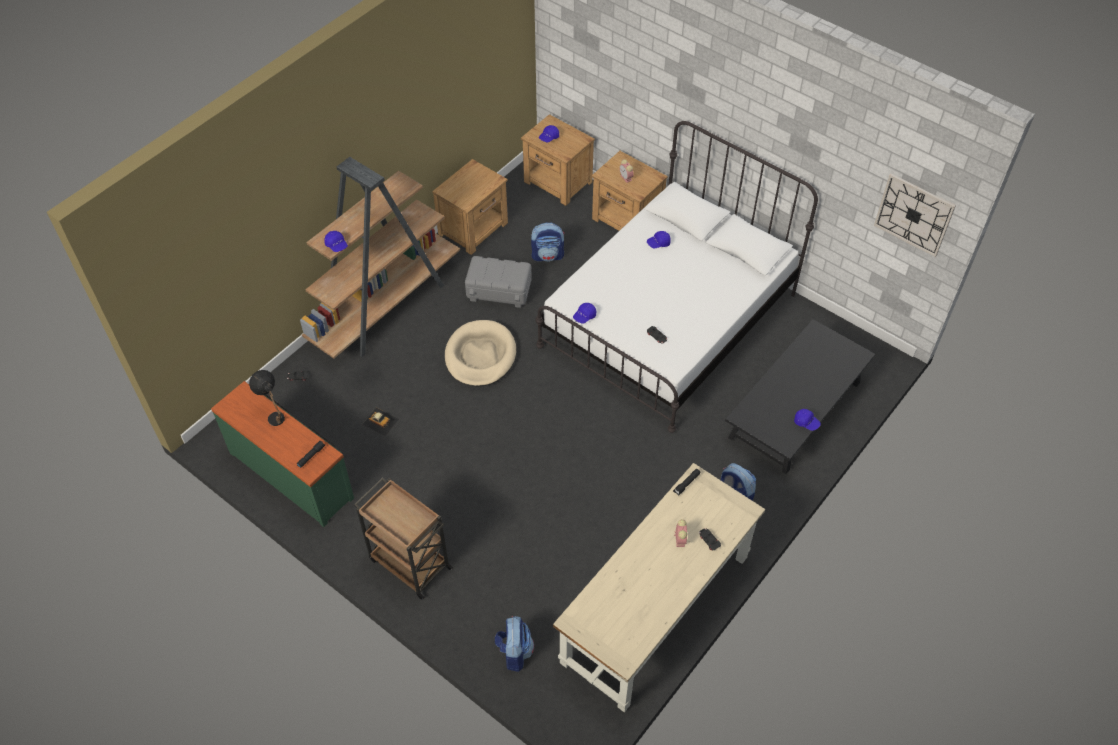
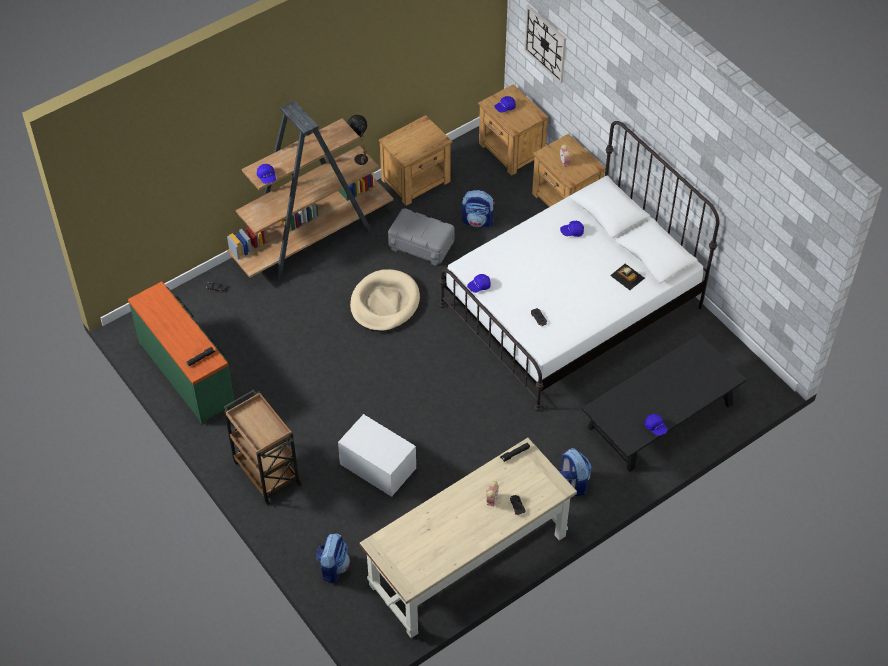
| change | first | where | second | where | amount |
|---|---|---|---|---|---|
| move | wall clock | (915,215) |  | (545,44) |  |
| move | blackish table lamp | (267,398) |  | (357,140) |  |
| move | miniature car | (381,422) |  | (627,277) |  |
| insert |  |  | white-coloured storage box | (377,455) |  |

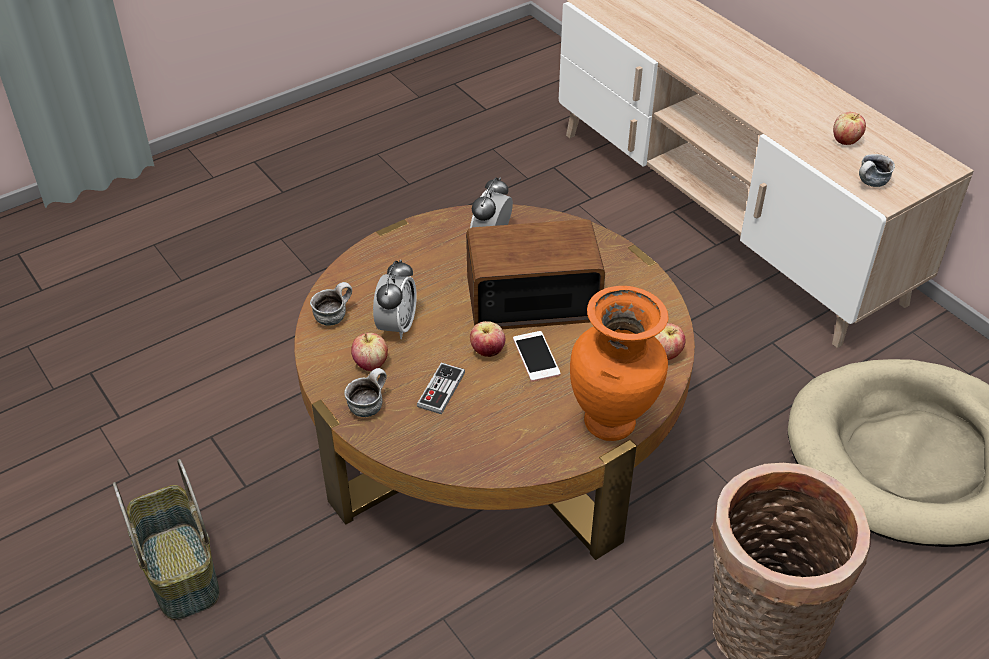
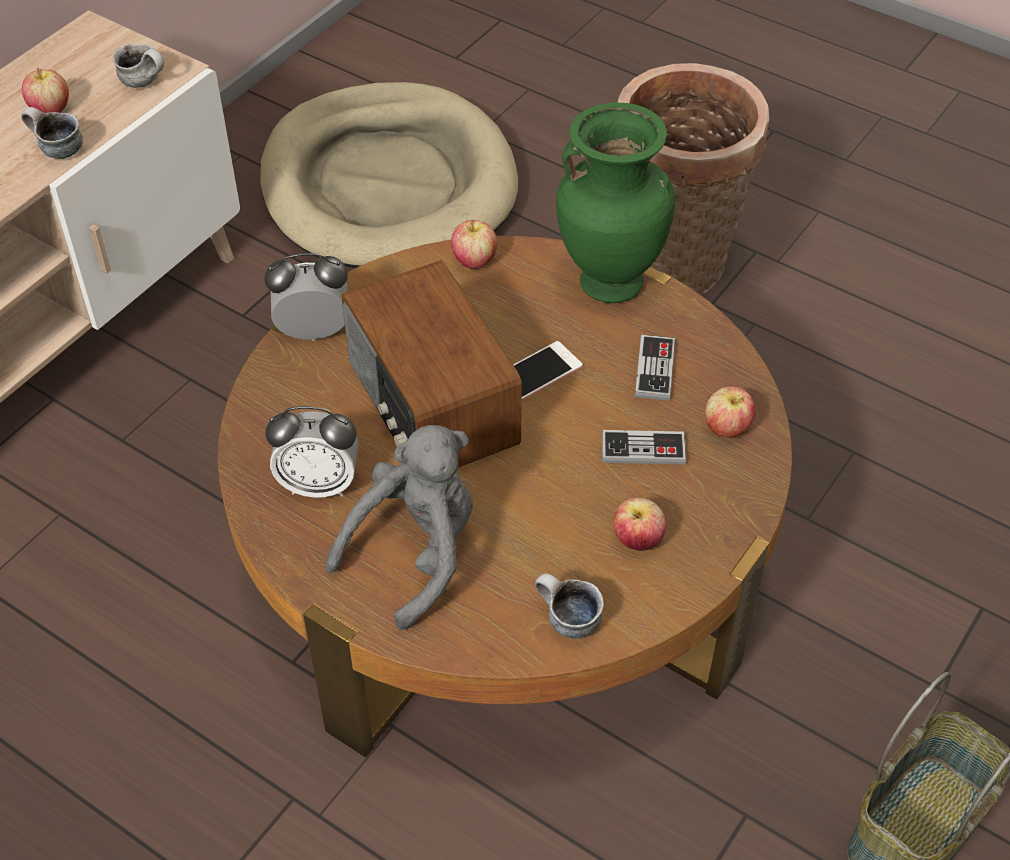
| change | first | where | second | where | amount |
|---|---|---|---|---|---|
| move | alarm clock | (395,299) |  | (306,297) |  |
| recolor | orangey flower vase | (619,363) | green-coloured flower vase | (615,203) |  |
| move | apple | (487,339) |  | (730,412) |  |
| move | coffee mug | (365,392) |  | (52,133) |  |
| insert |  |  | gamepad | (655,368) |  |
| insert |  |  | gray cuddly toy | (399,527) |  |

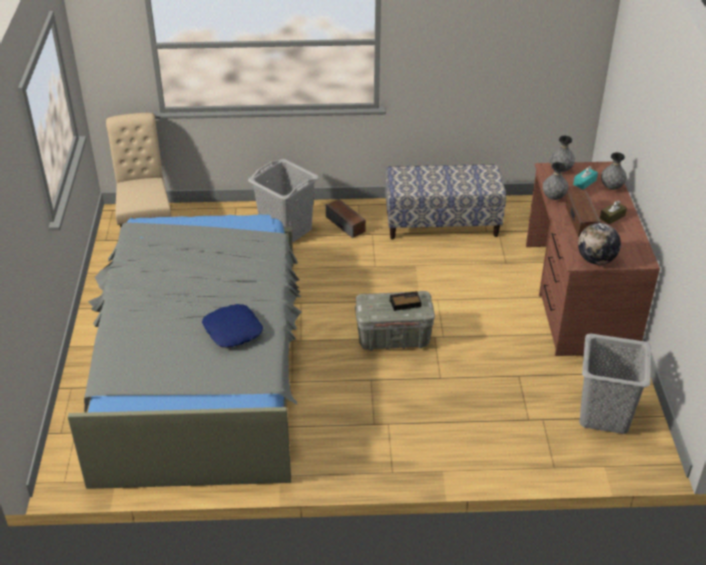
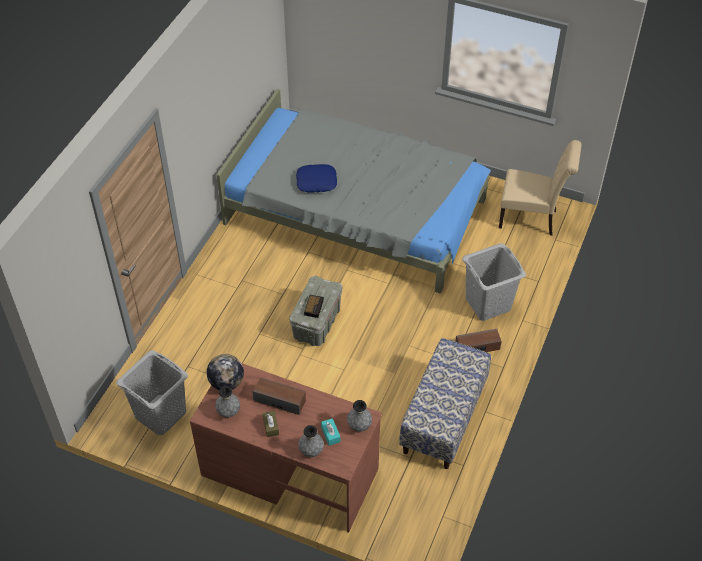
| change | first | where | second | where | amount |
|---|---|---|---|---|---|
| move | gray flower vase | (555,181) |  | (227,401) |  |

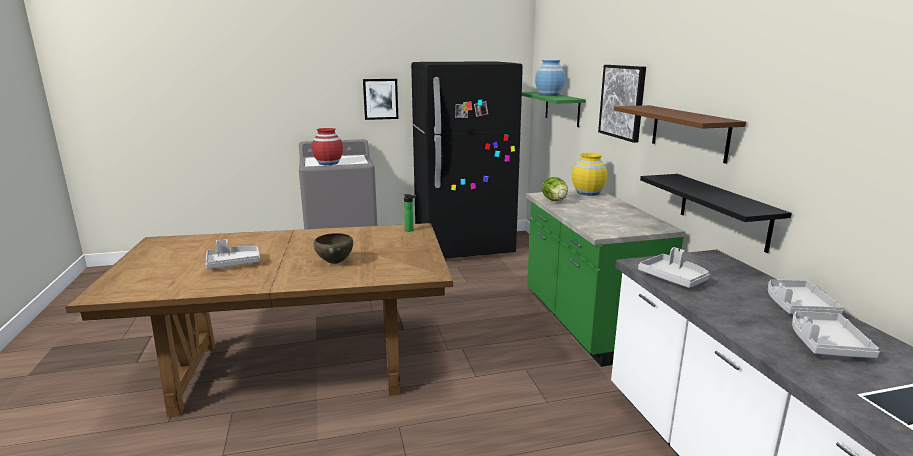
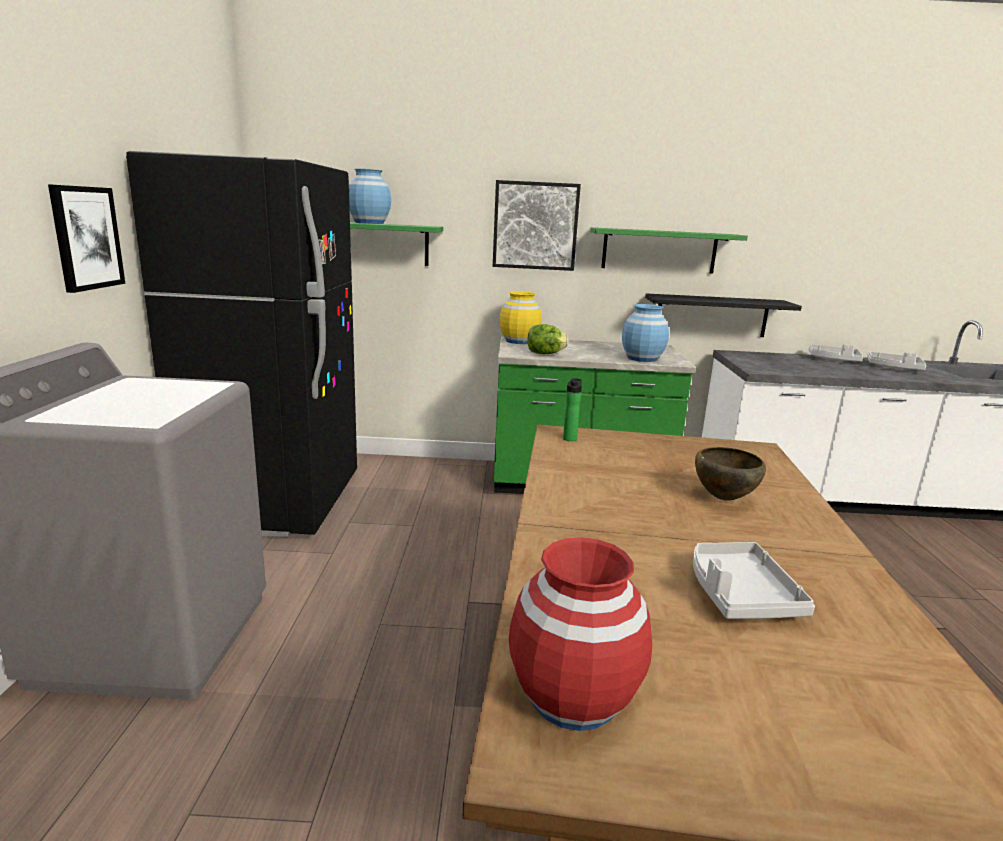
| change | first | where | second | where | amount |
|---|---|---|---|---|---|
| recolor | brown-coloured shelf | (680,134) | green-coloured shelf | (669,250) |  |
| move | red-coloured flower vase | (327,146) |  | (580,634) |  |
| delete | gray tray | (674,267) |  |  |  |
| insert |  |  | bluish flower vase | (645,333) |  |

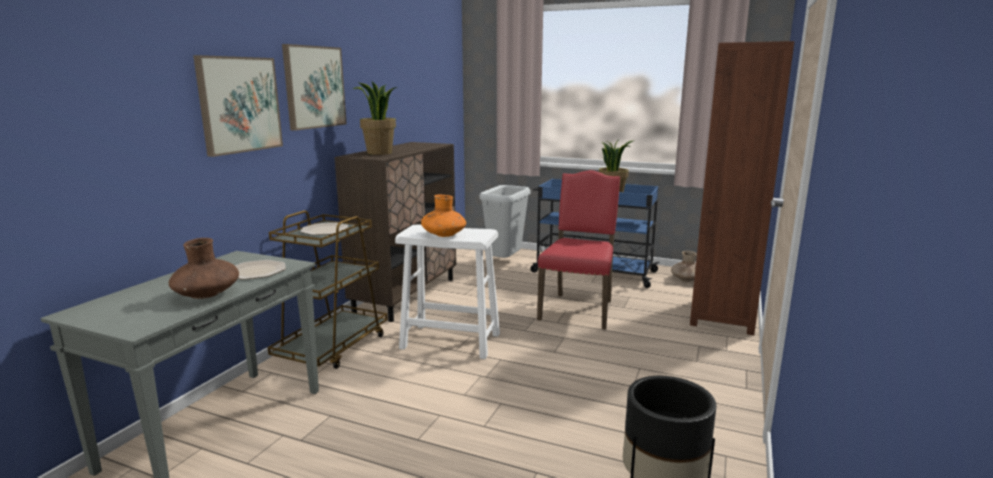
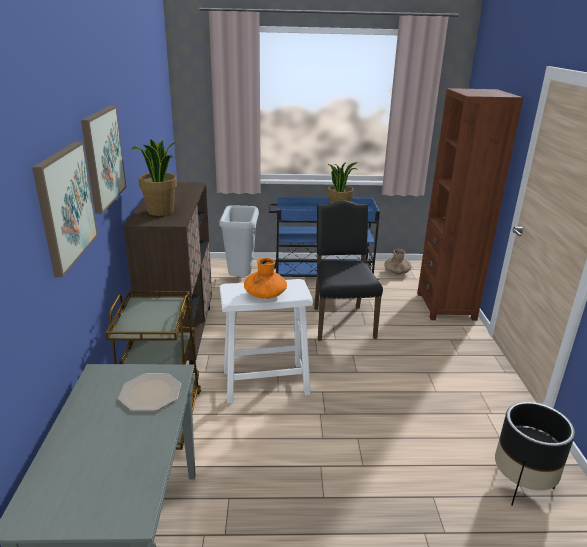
| change | first | where | second | where | amount |
|---|---|---|---|---|---|
| recolor | red-coloured chair | (578,250) | blackish chair | (348,270) |  |
| delete | dinner plate | (324,229) |  |  |  |
| delete | brown-coloured flower vase | (204,268) |  |  |  |

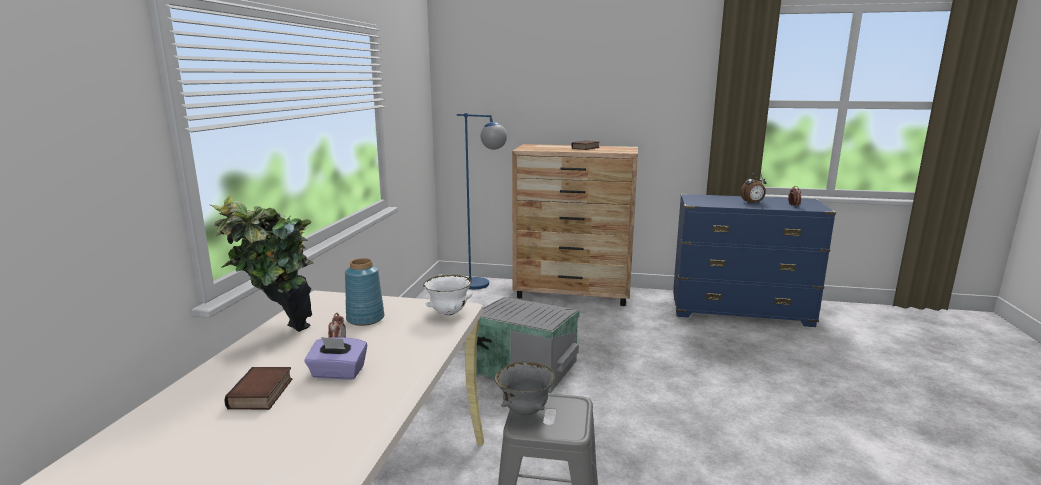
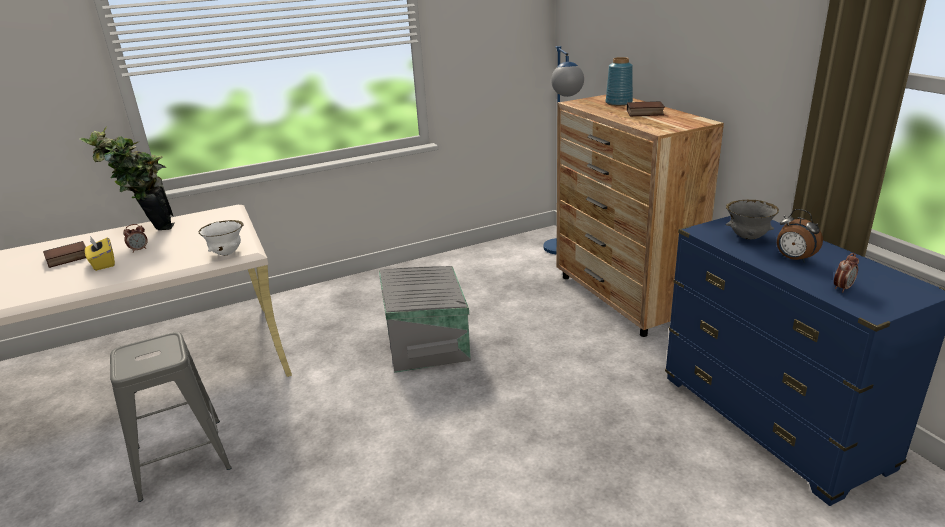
| change | first | where | second | where | amount |
|---|---|---|---|---|---|
| move | bluish flower vase | (365,292) |  | (619,81) |  |
| recolor | purple tissue holder | (335,358) | yellowish tissue holder | (100,253) |  |
| move | gray deep dish | (525,388) |  | (752,219) |  |

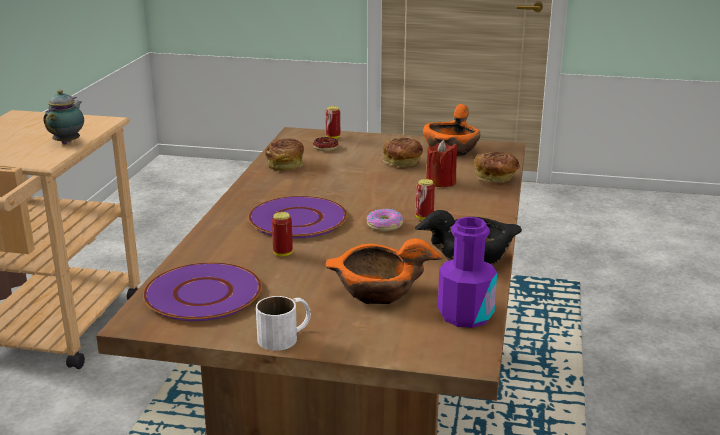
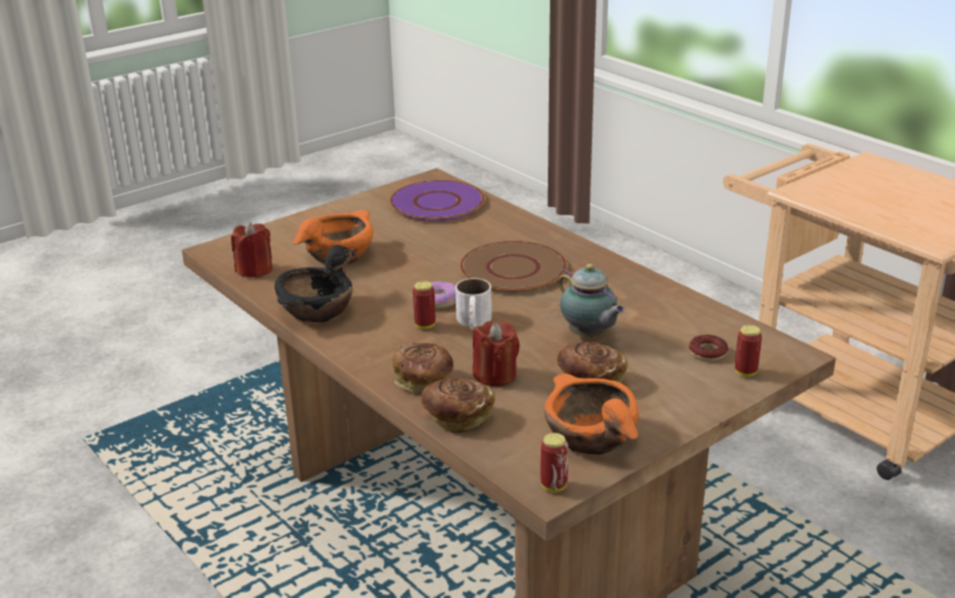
| change | first | where | second | where | amount |
|---|---|---|---|---|---|
| move | tea pot | (63,117) |  | (592,301) |  |
| move | baked bread | (284,154) |  | (422,367) |  |
| recolor | purple dinner plate | (297,217) | brown-coloured dinner plate | (513,266) |  |
| move | can | (282,234) |  | (554,462) |  |
| replace | purple bottle | (467,272) | red-coloured wax candle | (252,250) |  |
| move | white-coloured coffee mug | (283,323) |  | (473,304) |  |

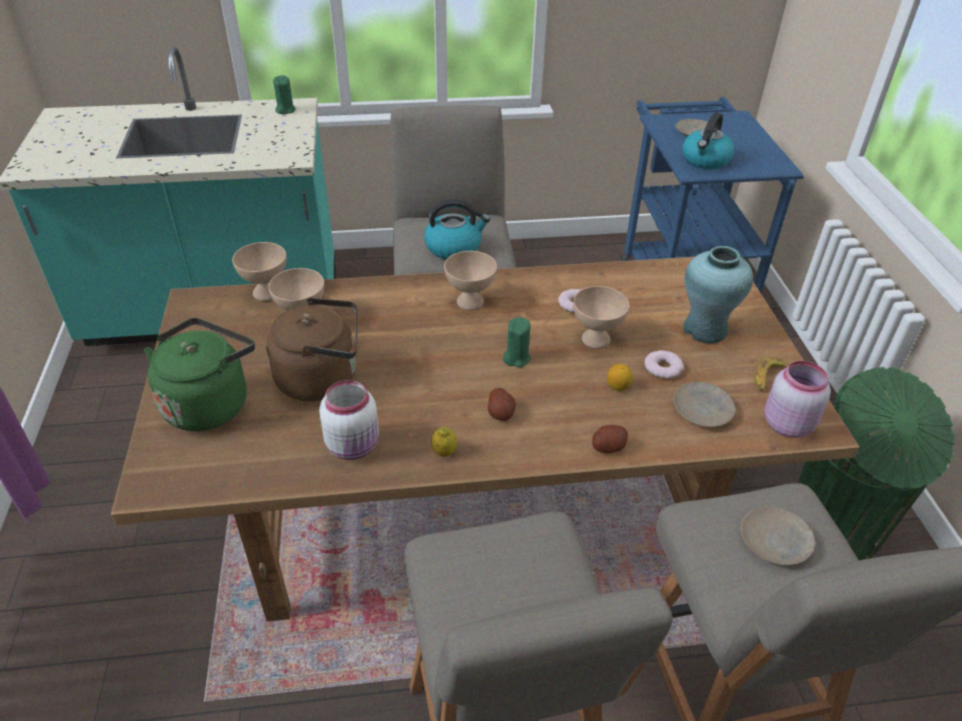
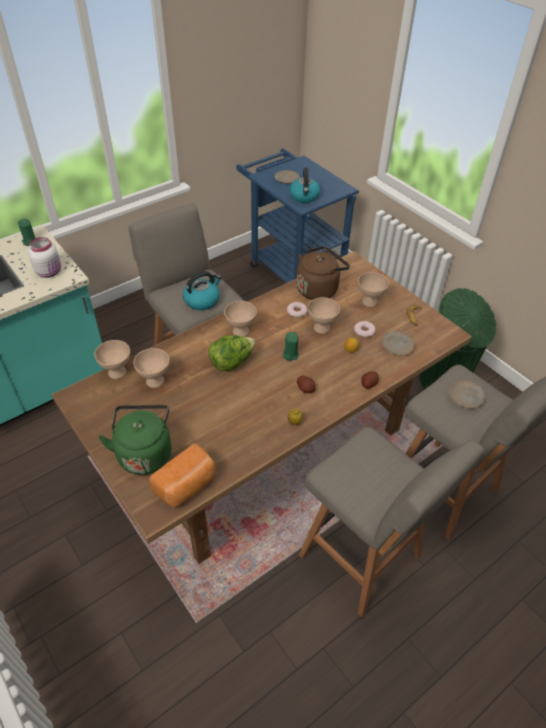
| change | first | where | second | where | amount |
|---|---|---|---|---|---|
| replace | turquoise-coloured flower vase | (718,295) | beige-coloured deep dish | (373,289) |  |
| move | brown-coloured kettle | (312,349) |  | (323,273) |  |
| delete | pink-coloured jar | (797,399) |  |  |  |
| move | white-coloured jar | (349,420) |  | (44,257) |  |
| insert |  |  | lettuce head | (232,353) |  |
| insert |  |  | baked bread | (182,475) |  |

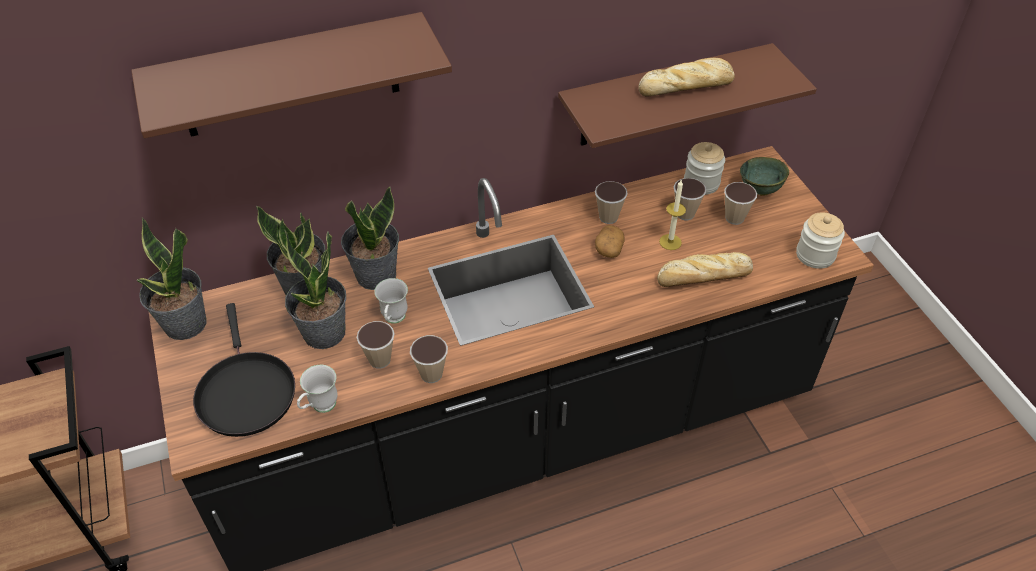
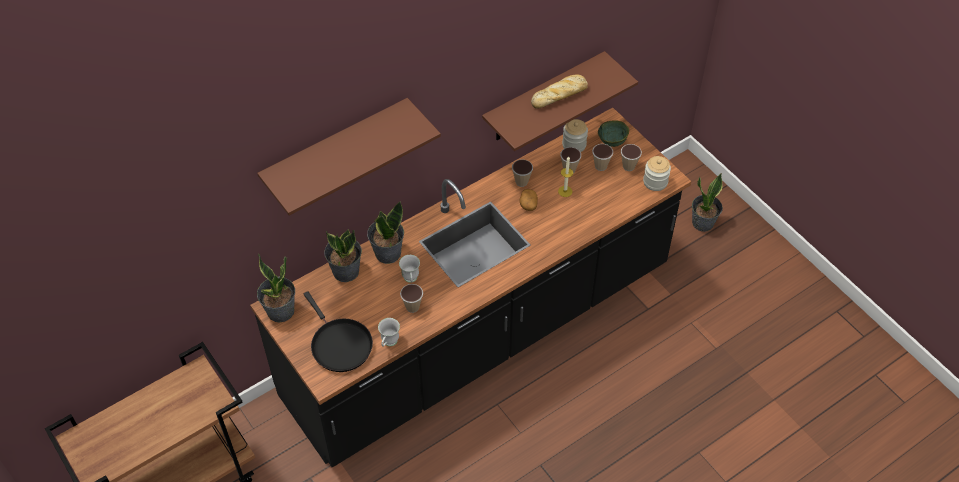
| change | first | where | second | where | amount |
|---|---|---|---|---|---|
| move | potted plant | (315,289) |  | (707,202) |  |
| delete | baked bread | (705,269) |  |  |  |
| move | small cup | (429,359) |  | (631,157) |  |

